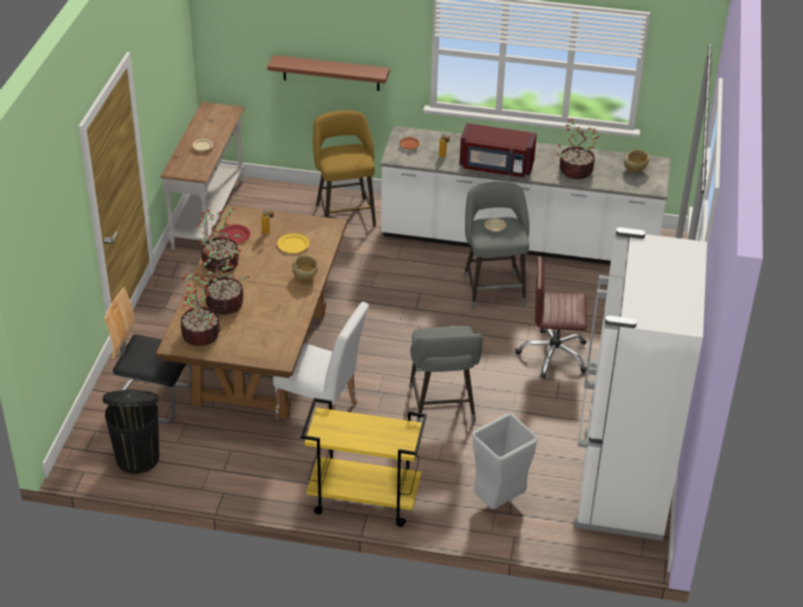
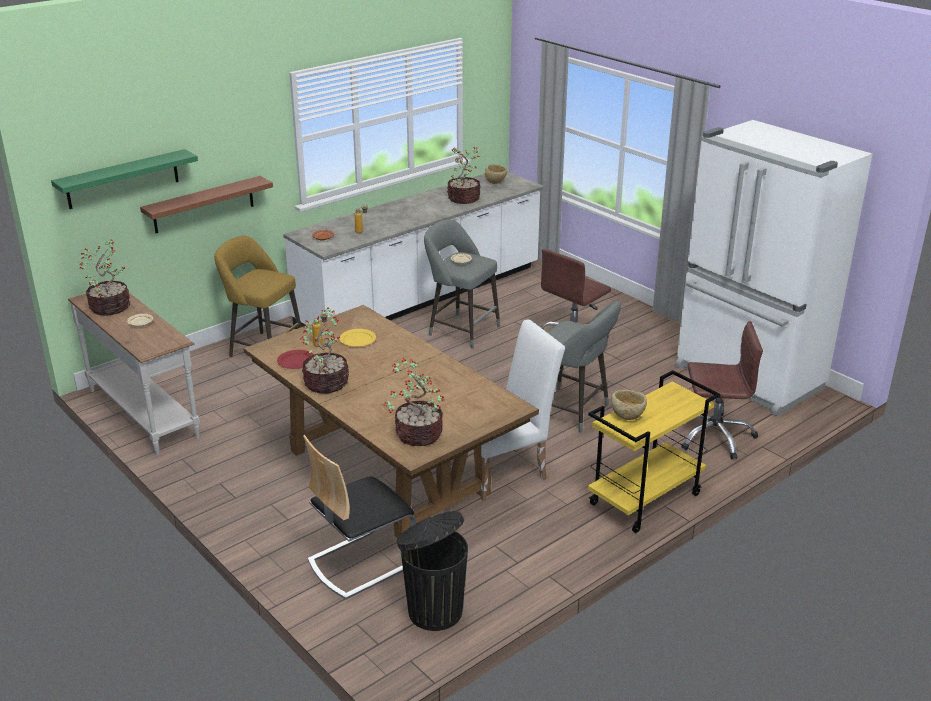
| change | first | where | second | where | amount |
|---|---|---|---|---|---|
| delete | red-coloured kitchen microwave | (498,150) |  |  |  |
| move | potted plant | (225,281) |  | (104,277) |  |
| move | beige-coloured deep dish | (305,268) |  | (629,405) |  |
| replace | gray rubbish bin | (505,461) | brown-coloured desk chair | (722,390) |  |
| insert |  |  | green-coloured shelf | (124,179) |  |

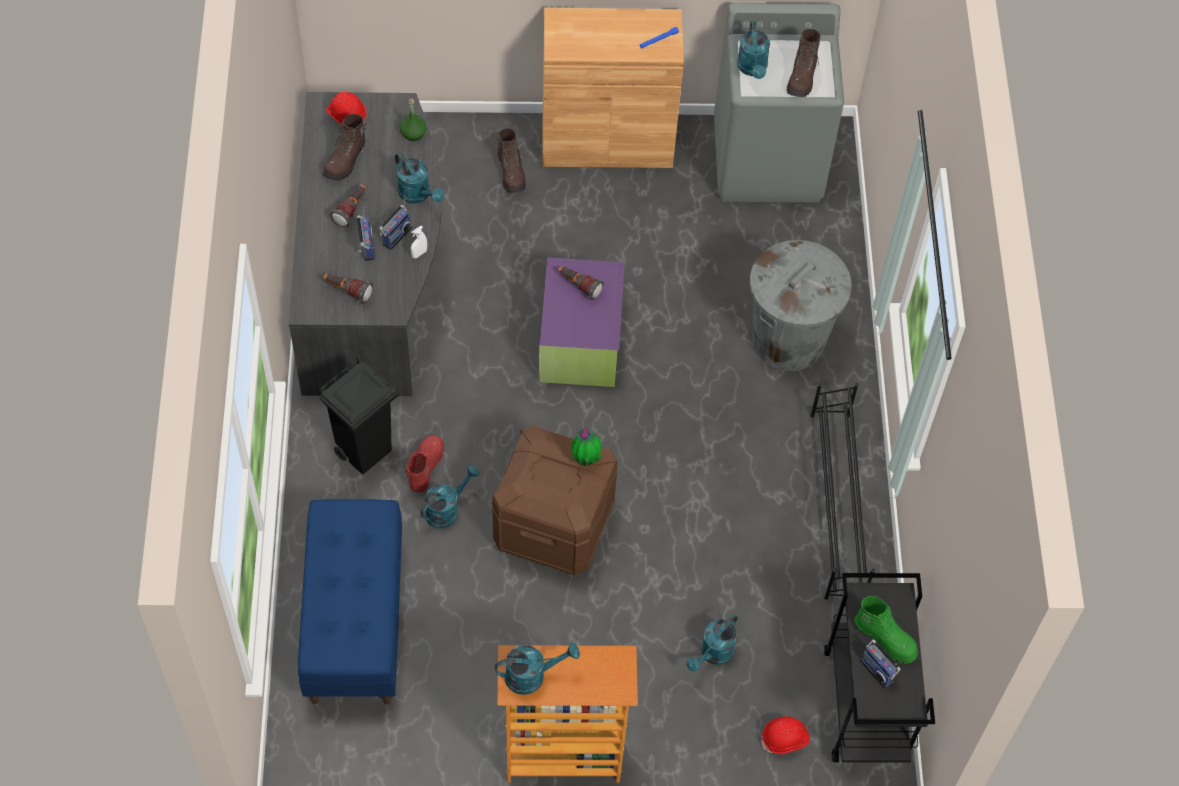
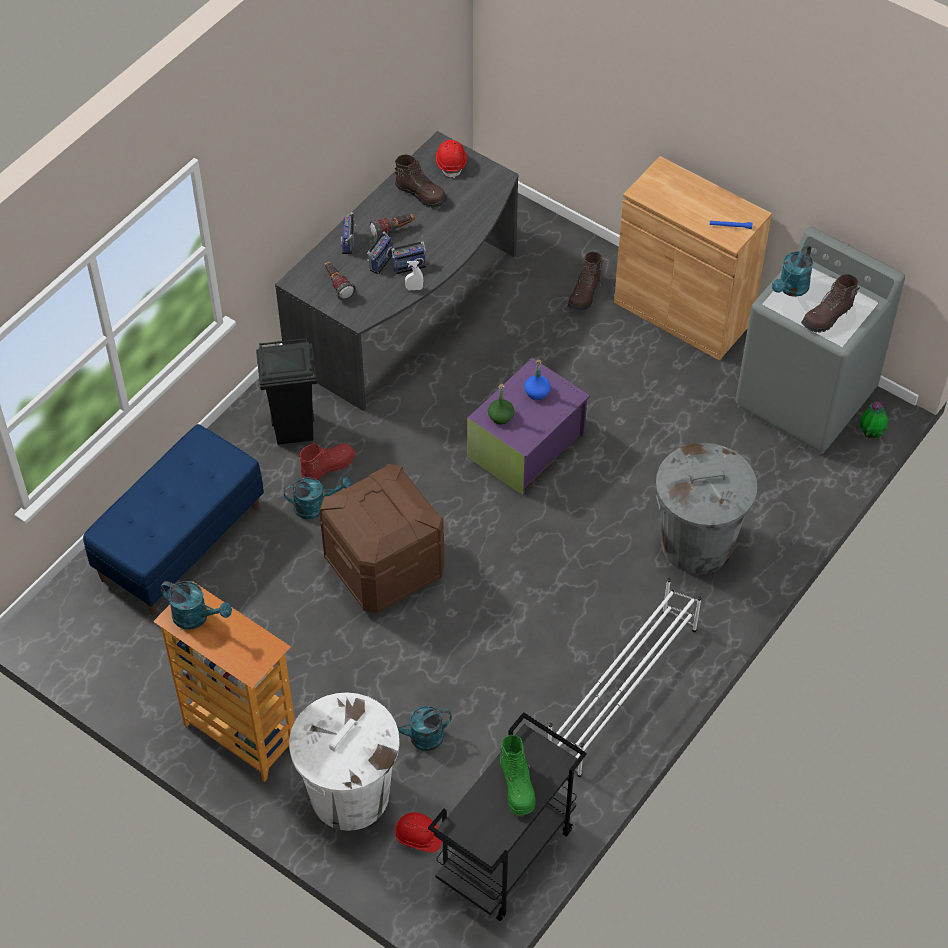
| change | first | where | second | where | amount |
|---|---|---|---|---|---|
| move | green-coloured bottle | (413,119) |  | (501,404) |  |
| rotate | brown-coloured boot | (344,147) |  | (421,181) | 120 degrees counterclockwise |
| delete | turquoise-coloured sprinkling can | (419,178) |  |  |  |
| replace | torch | (581,283) | bluish bottle | (537,379) |  |
| recolor | blackish shoe rack | (842,491) | white-coloured shoe rack | (625,677) |  |
| move | potted plant | (587,447) |  | (873,419) |  |
| move | radio receiver | (880,663) |  | (349,233) |  |
| insert |  |  | white-coloured rubbish bin | (344,762) |  |

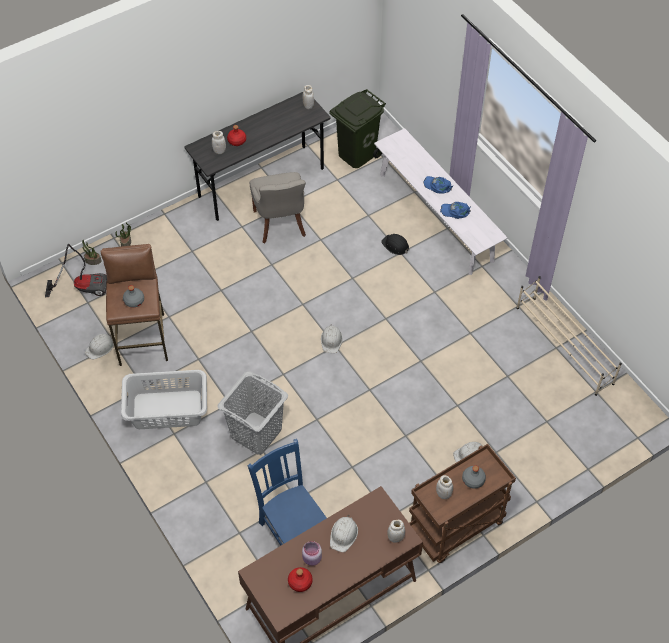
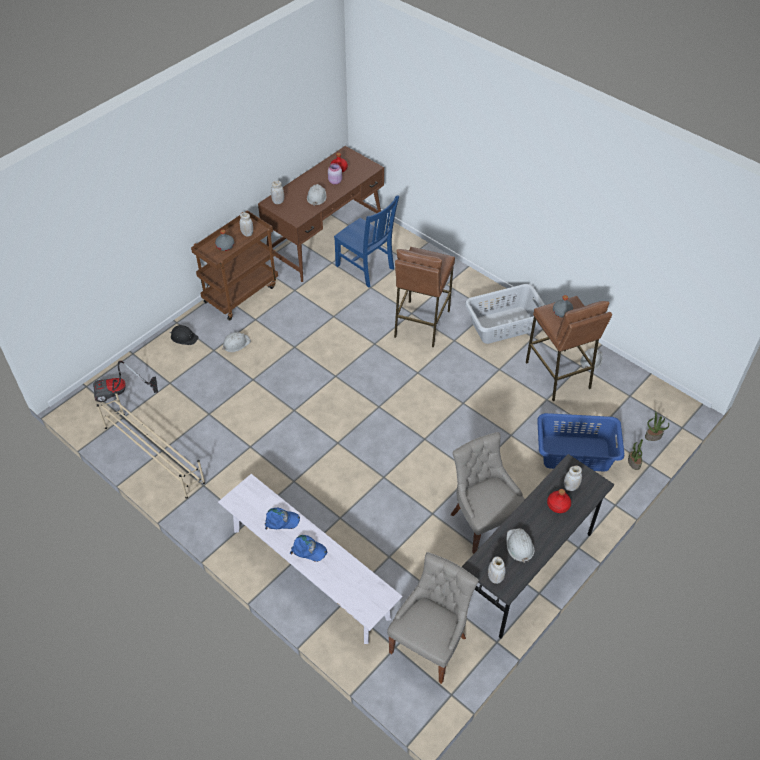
| change | first | where | second | where | amount |
|---|---|---|---|---|---|
| replace | green-coloured rubbish bin | (358,128) | gray chair | (433,618) |  |
| move | blackish safety helmet | (395,244) |  | (184,335) |  |
| move | vacuum cleaner | (76,270) |  | (125,381) |  |
| move | white-coloured safety helmet | (332,338) |  | (520,545) |  |
| replace | gray washing basket | (252,413) | brown-coloured stool seat | (424,297) |  |
| insert |  |  | bluish washing basket | (580,442) |  |

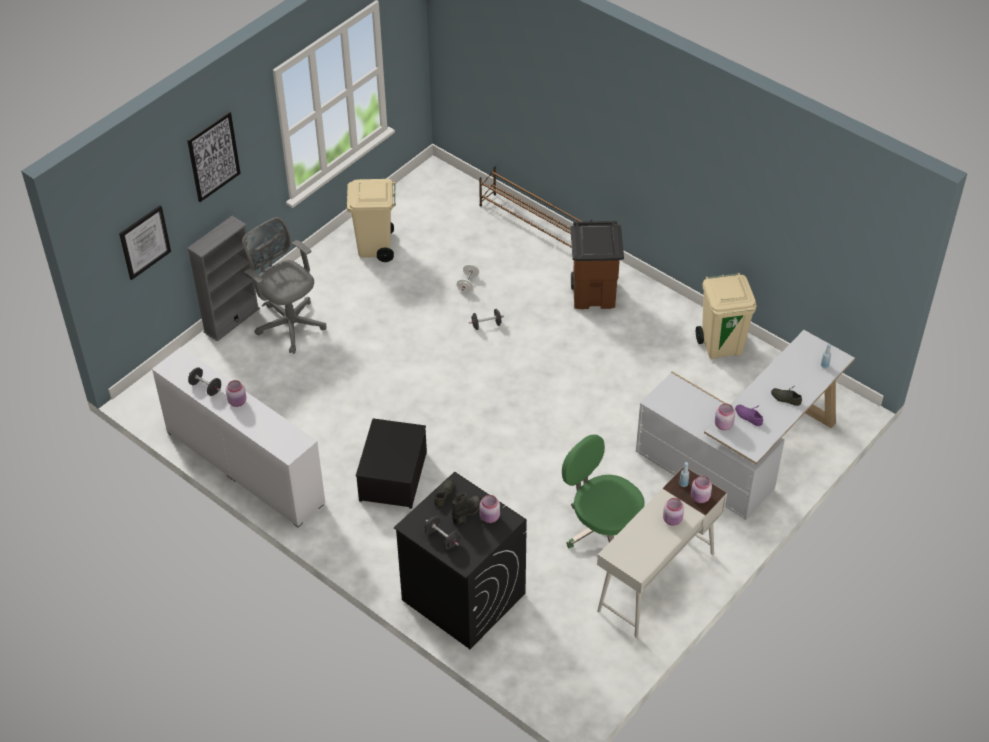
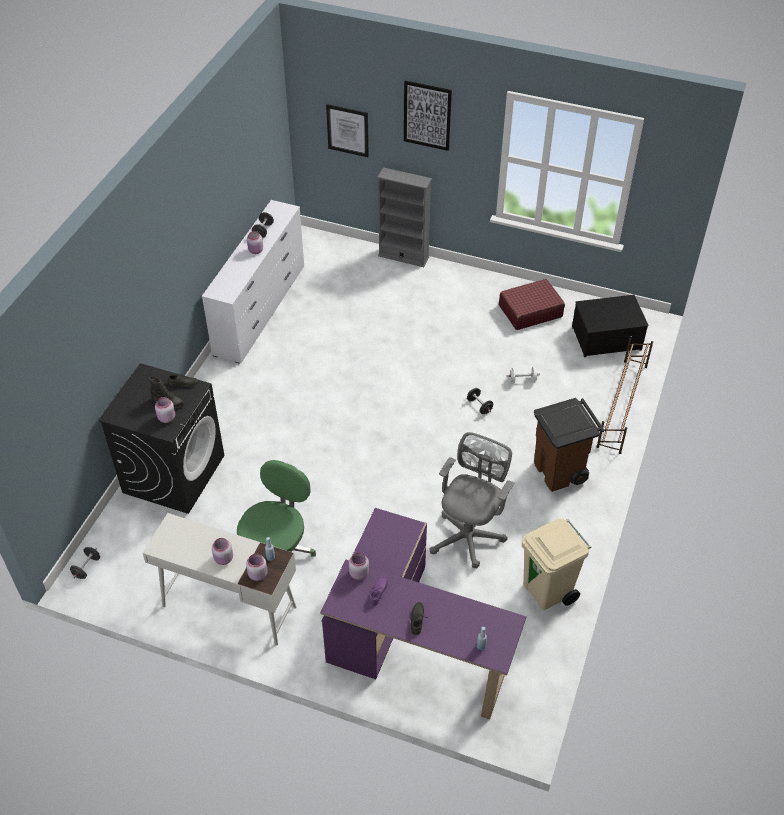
| change | first | where | second | where | amount |
|---|---|---|---|---|---|
| replace | beige-coloured rubbish bin | (371,220) | red-coloured piece of luggage | (532,304) |  |
| move | gray desk chair | (284,285) |  | (471,500) |  |
| recolor | white-coloured desk | (745,425) | purple desk | (423,614) |  |
| move | storage box | (391,463) |  | (610,326) |  |
| move | blackish free weight | (442,532) |  | (85,563) |  |

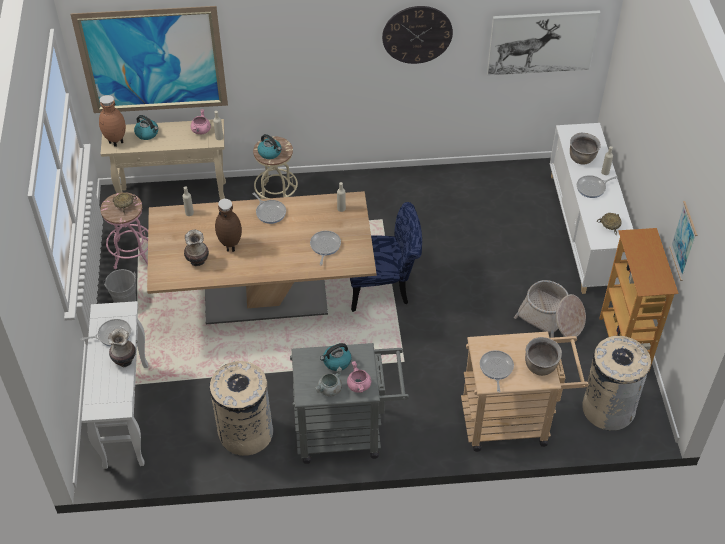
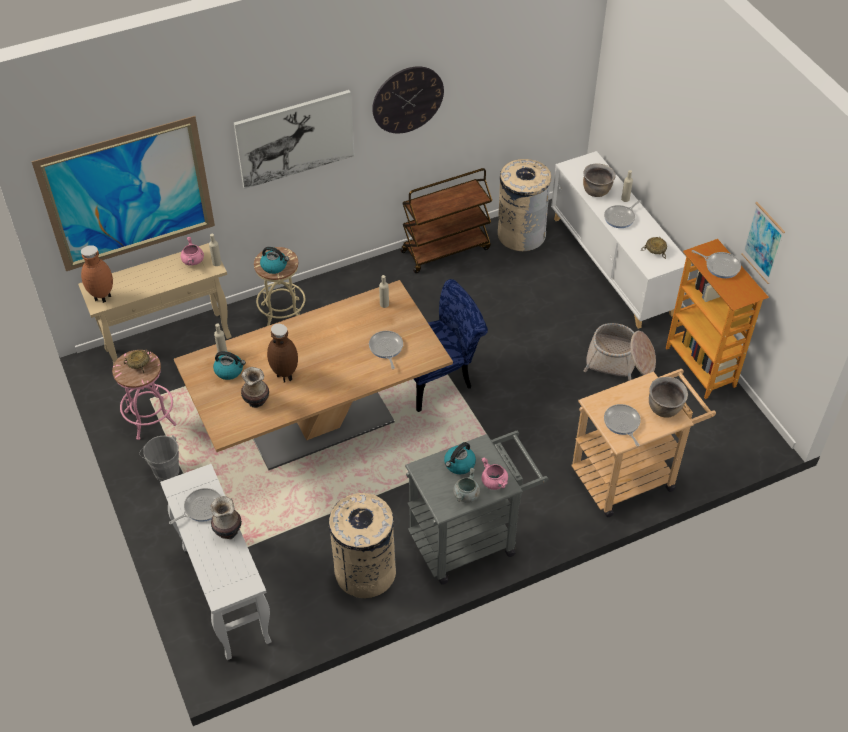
| change | first | where | second | where | amount |
|---|---|---|---|---|---|
| move | wall picture | (543,42) |  | (294,139) |  |
| move | kettle | (146,127) |  | (229,365) |  |
| move | skillet | (269,208) |  | (716,264) |  |
| move | beige-coloured rubbish bin | (616,383) |  | (524,205) |  |
| insert |  |  | brown-coloured cart | (446,220) |  |

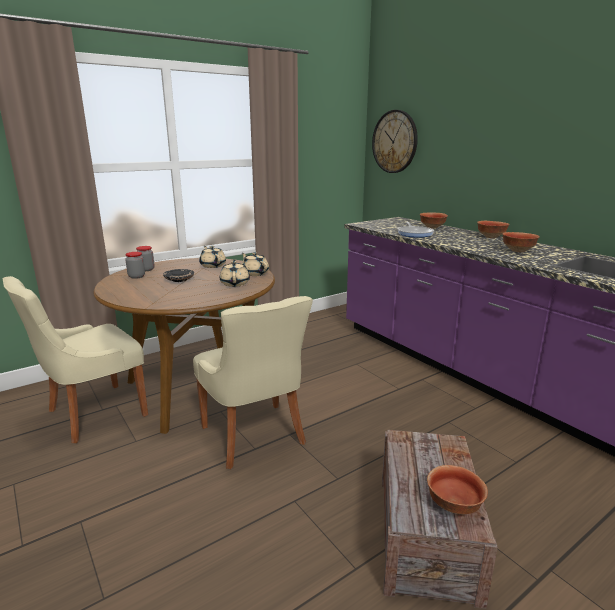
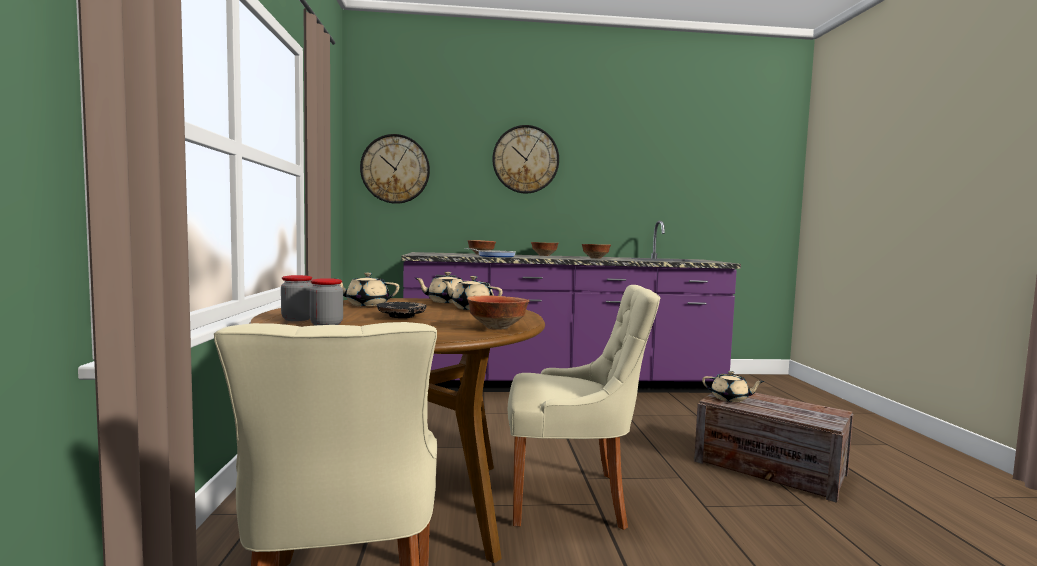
| change | first | where | second | where | amount |
|---|---|---|---|---|---|
| move | deep dish | (457,489) |  | (498,312) |  |
| insert |  |  | wall clock | (525,159) |  |
| insert |  |  | beige-coloured tea pot | (733,386) |  |

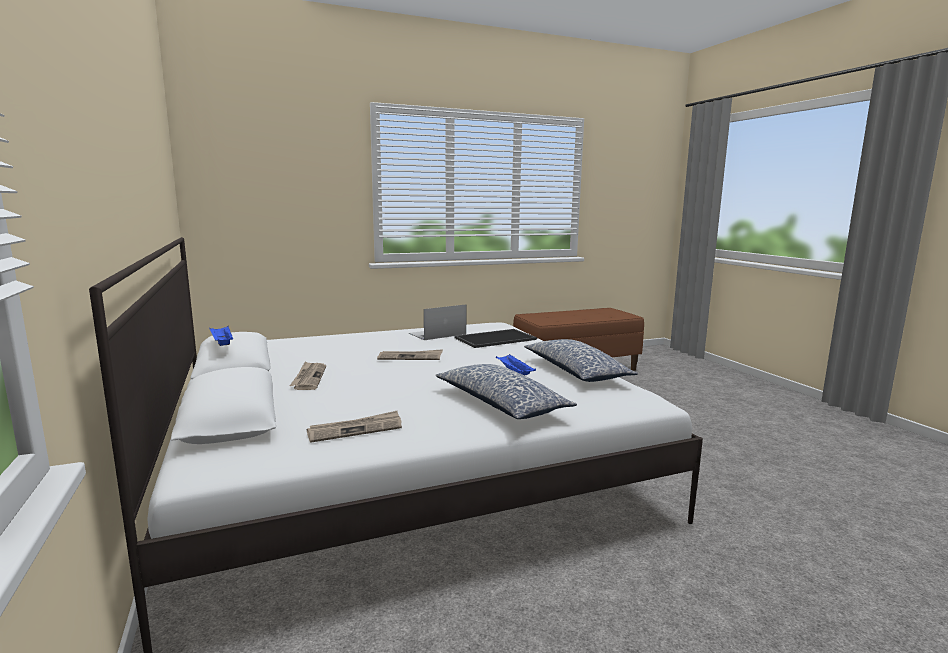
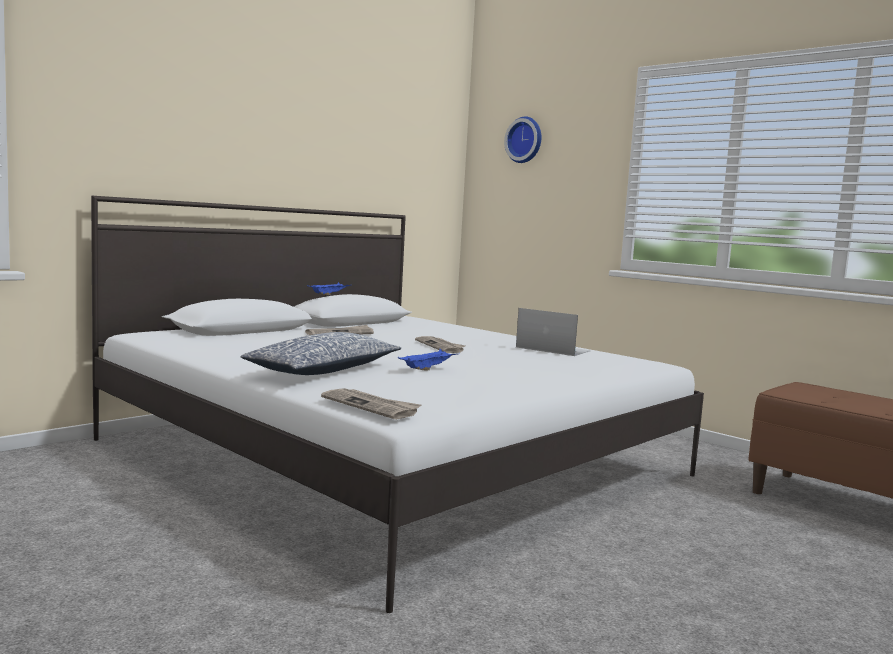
| change | first | where | second | where | amount |
|---|---|---|---|---|---|
| delete | tray | (496,338) |  |  |  |
| delete | pillow | (581,360) |  |  |  |
| move | printed paper | (354,427) |  | (371,404) |  |
| insert |  |  | wall clock | (522,139) |  |

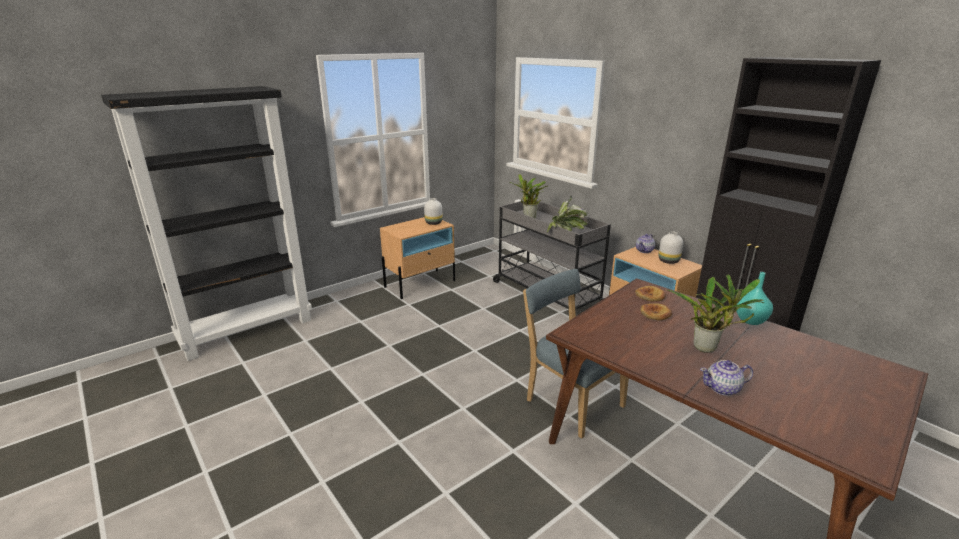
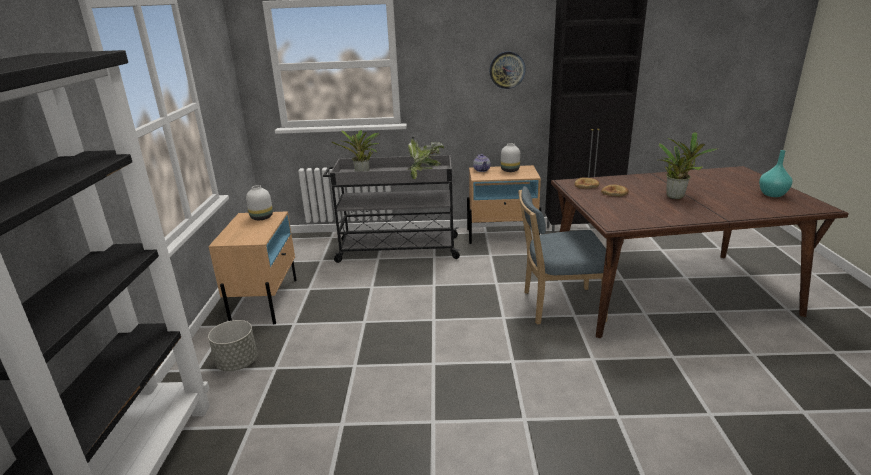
| change | first | where | second | where | amount |
|---|---|---|---|---|---|
| move | turquoise-coloured flower vase | (754,298) |  | (775,173) |  |
| delete | tea pot | (726,378) |  |  |  |
| insert |  |  | wall clock | (507,70) |  |
| insert |  |  | gray planter | (232,345) |  |

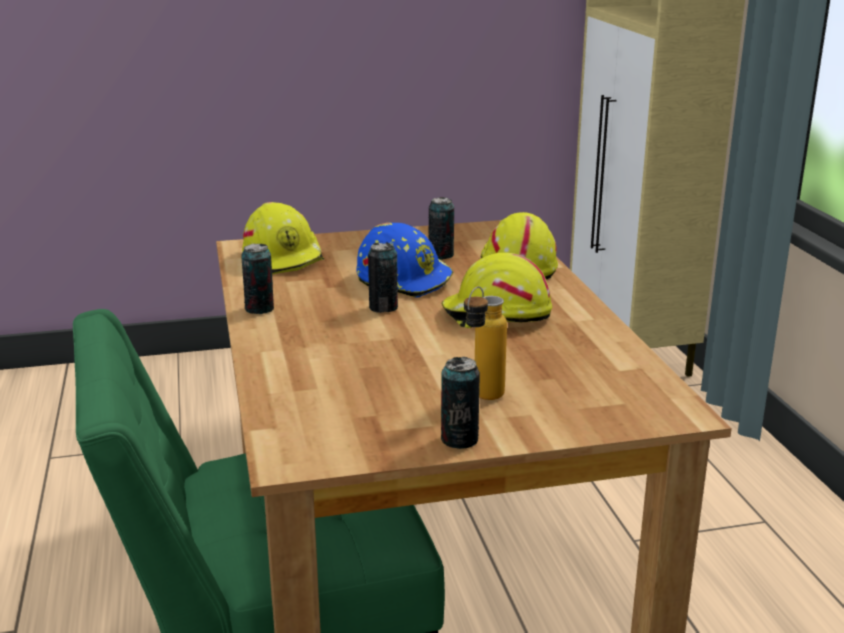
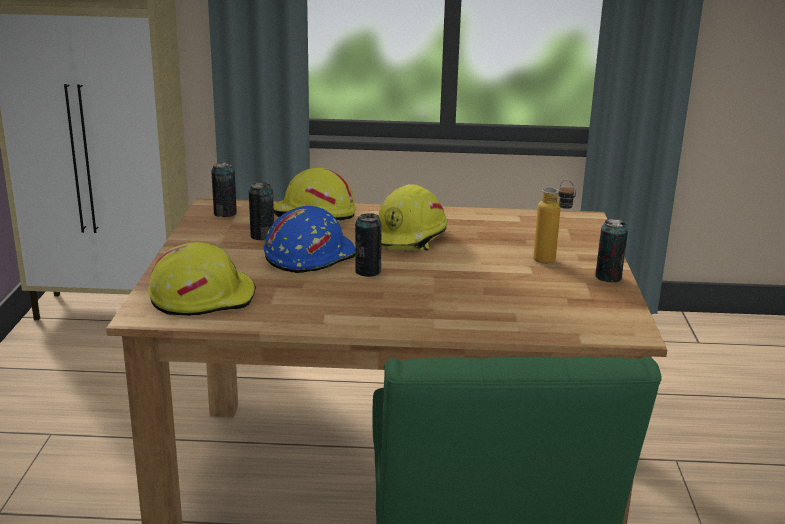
| change | first | where | second | where | amount |
|---|---|---|---|---|---|
| move | can | (257,278) |  | (224,189) |  |

